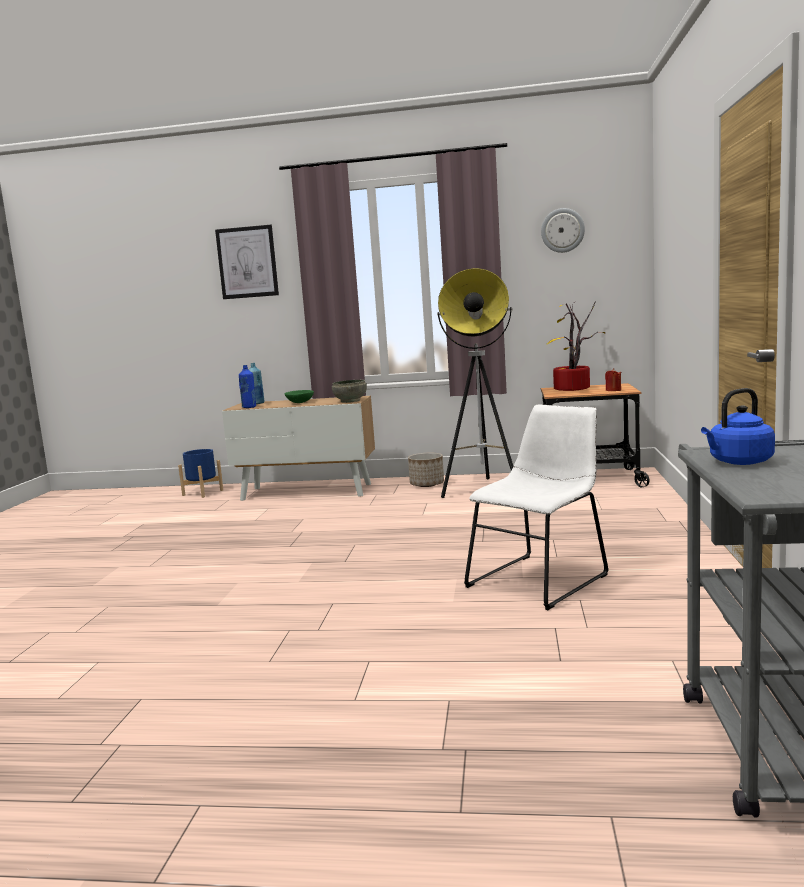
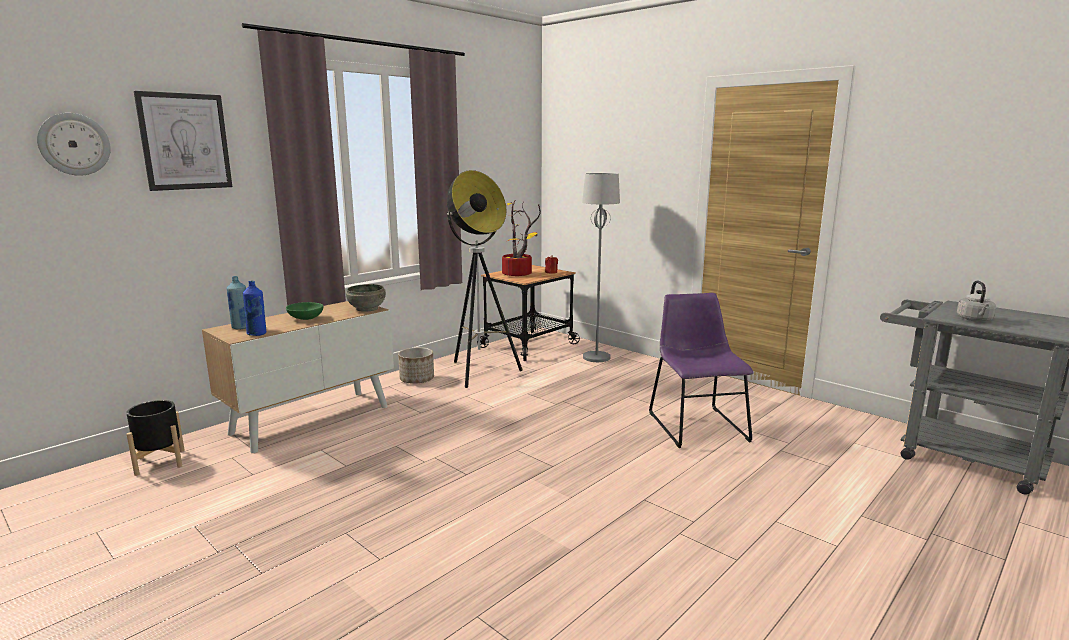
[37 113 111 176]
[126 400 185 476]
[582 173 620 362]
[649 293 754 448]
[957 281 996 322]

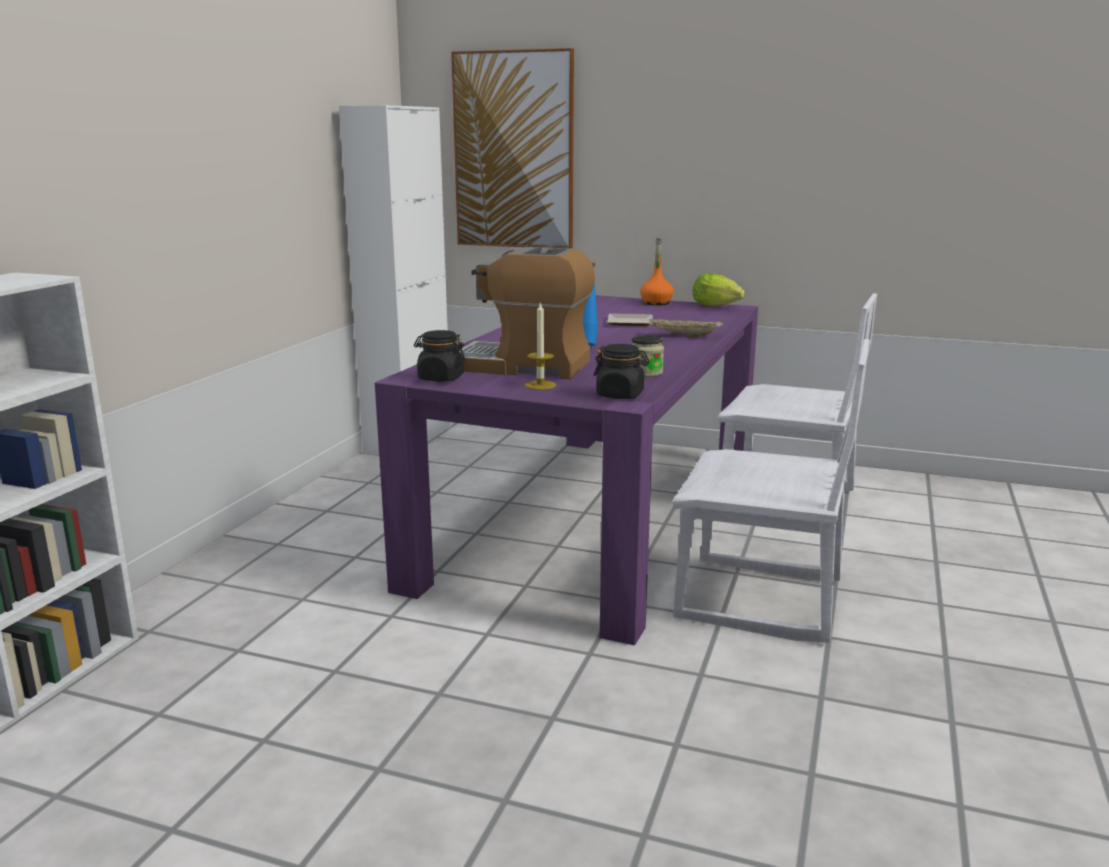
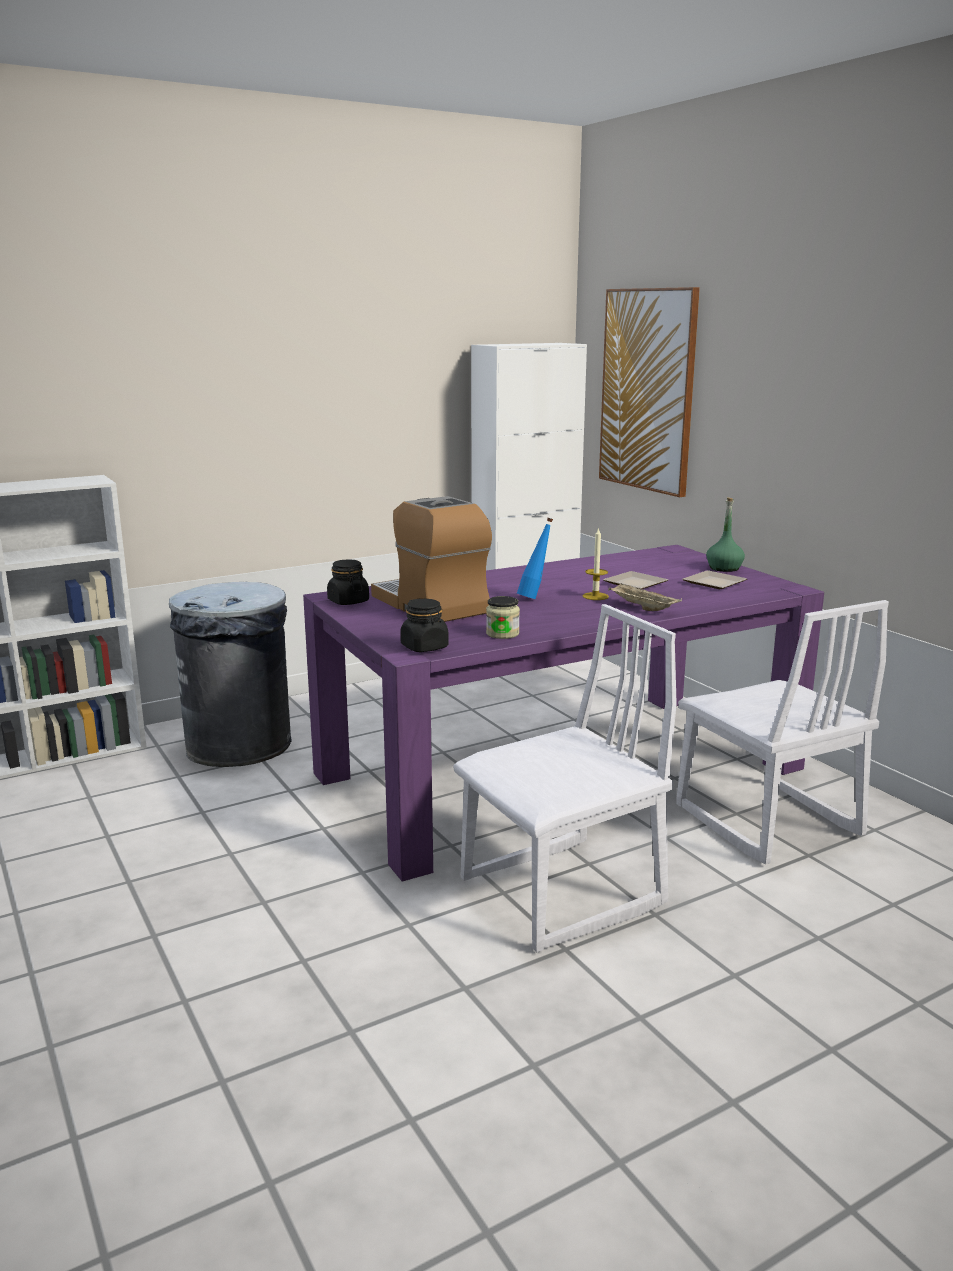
[169 582 292 767]
[453 604 677 952]
[583 527 609 600]
[682 570 747 589]
[706 498 745 572]
[693 273 745 307] (first image)

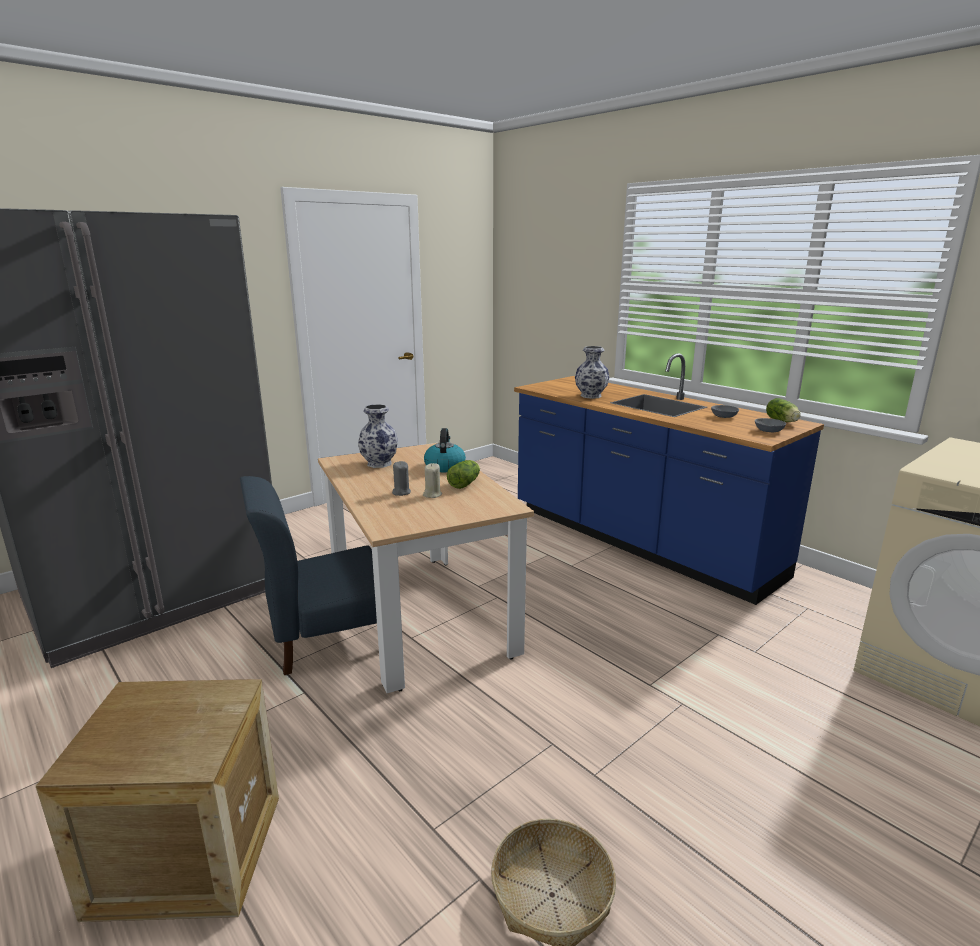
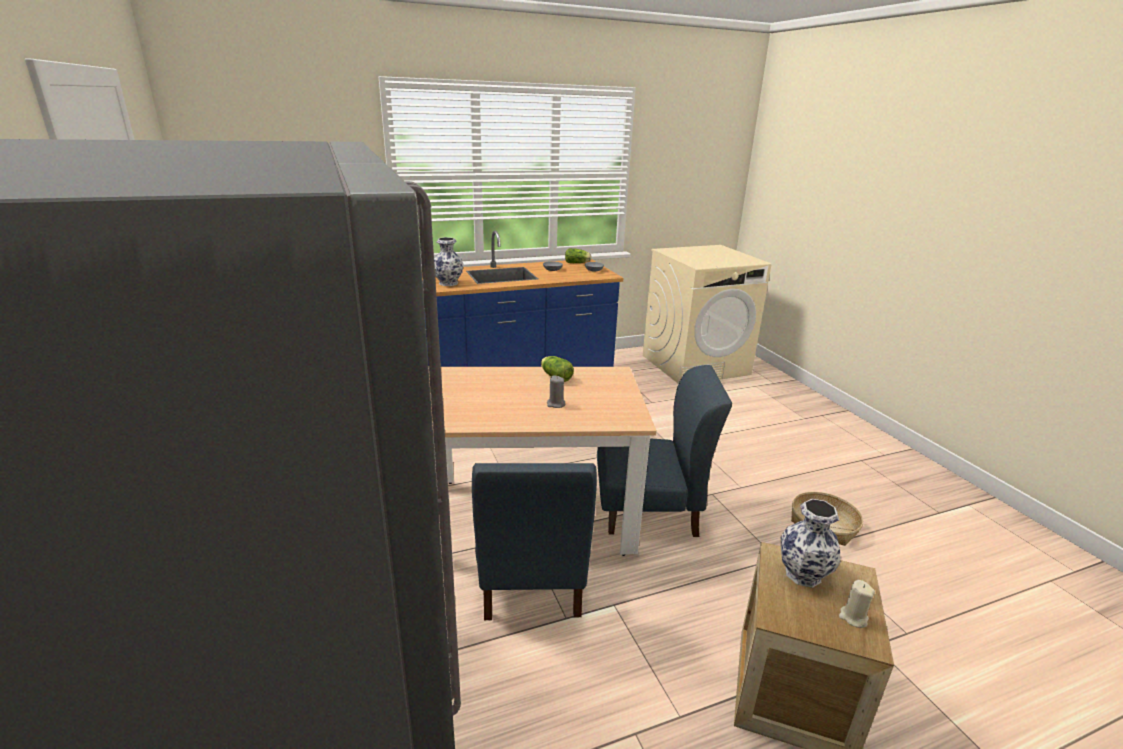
[597 365 732 537]
[781 499 841 588]
[839 580 875 628]
[424 428 466 472] (first image)

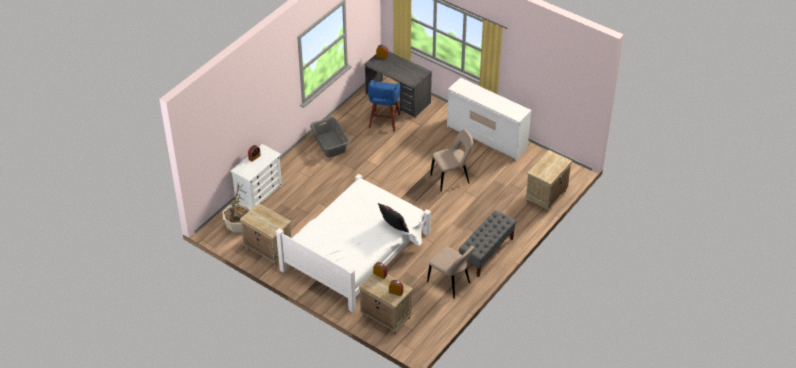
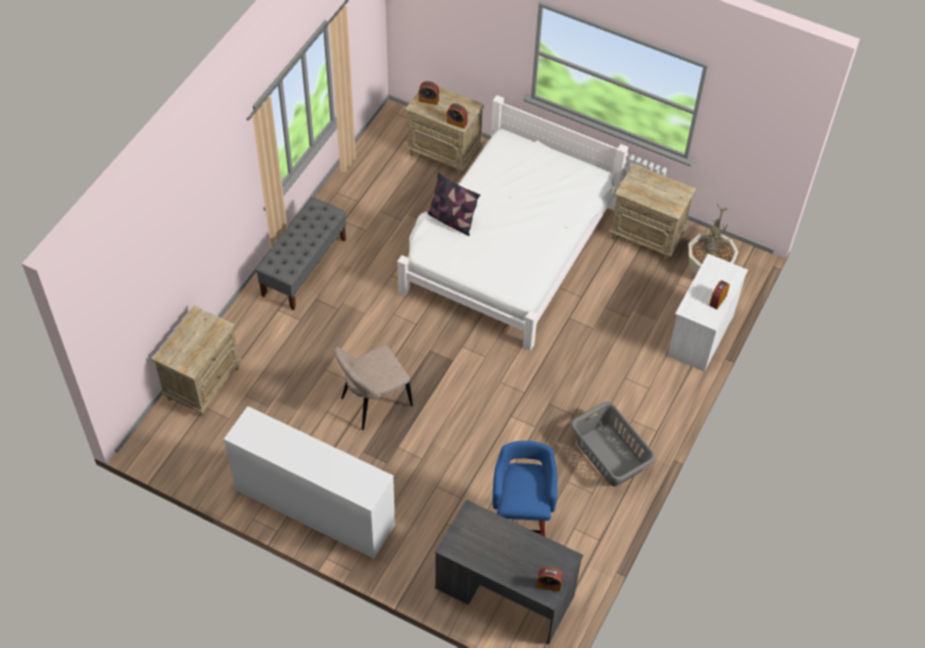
[427 246 474 299] (first image)

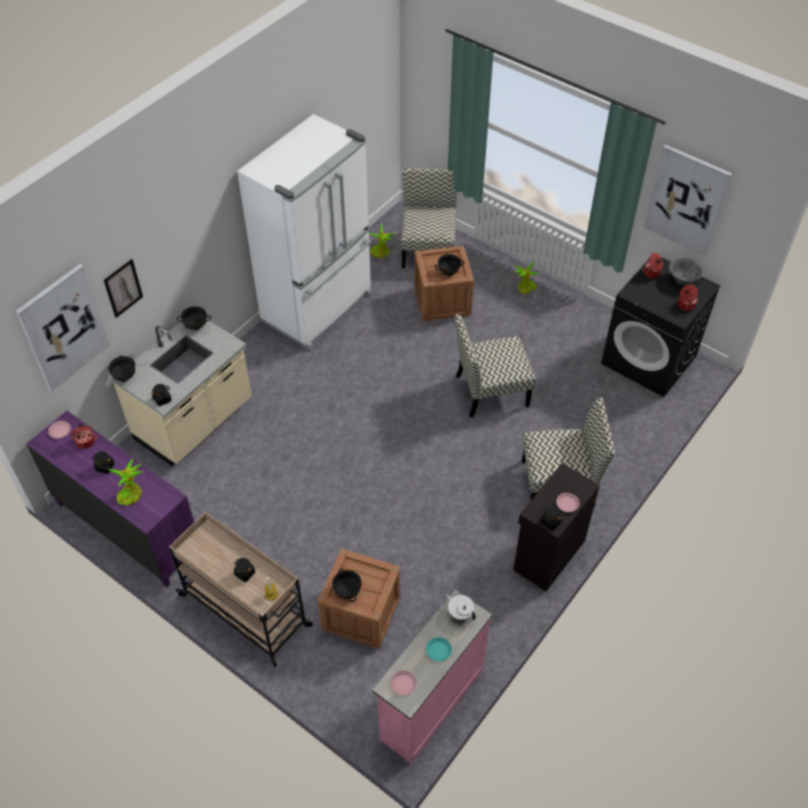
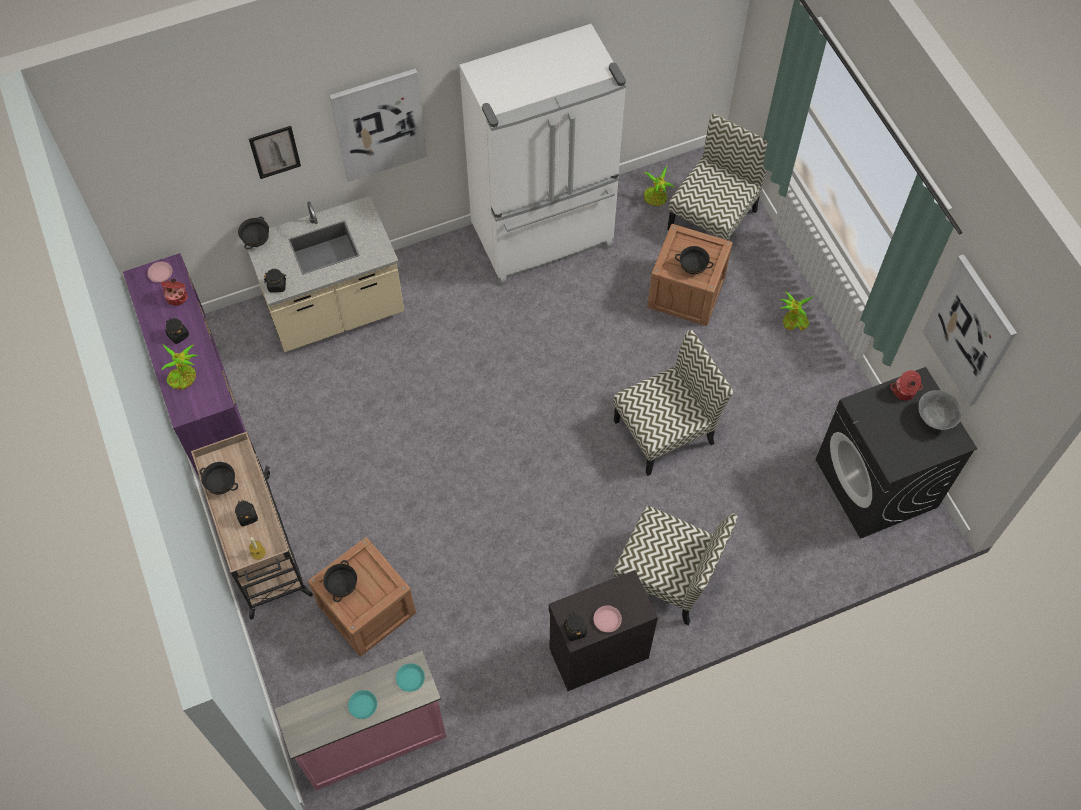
[200 462 238 494]
[329 68 427 182]
[396 663 425 692]
[613 330 734 476]
[390 670 417 695] (first image)
[678 284 698 311] (first image)

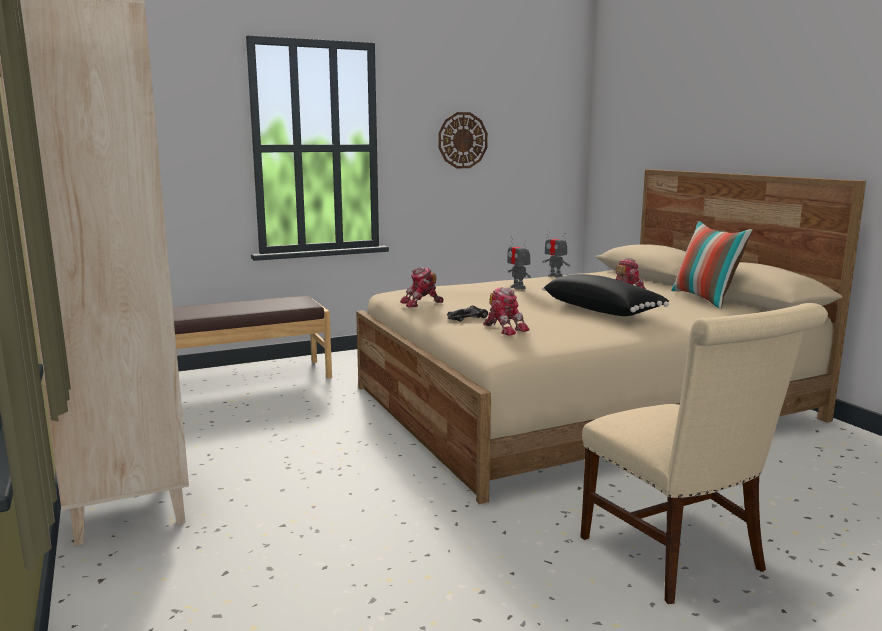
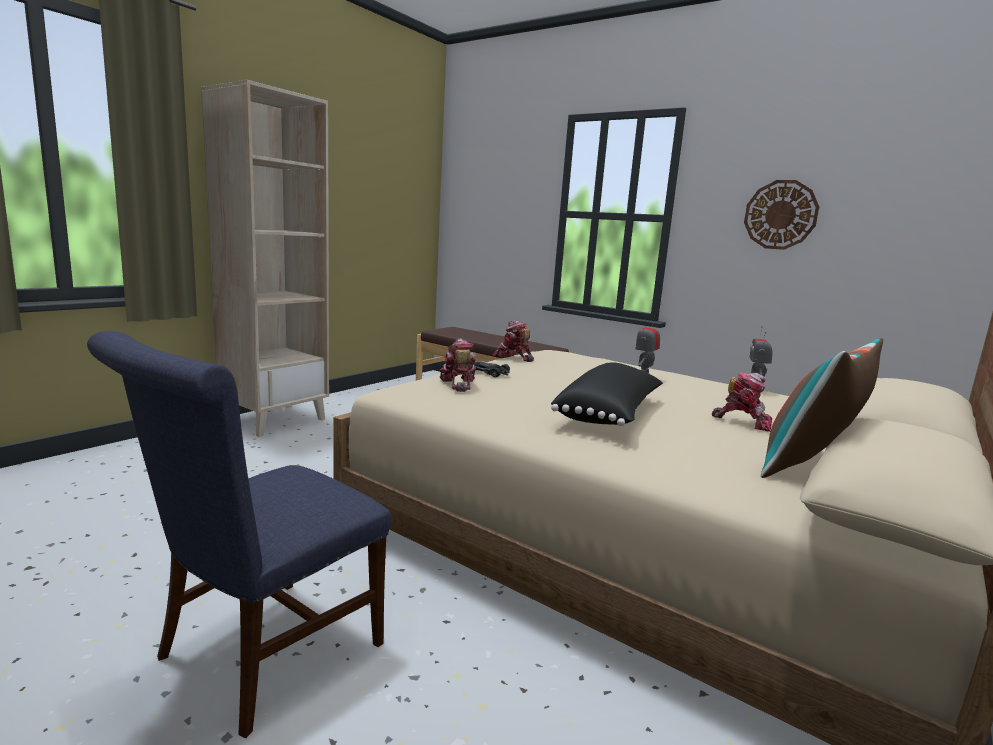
[87 331 391 738]
[440 338 477 392]

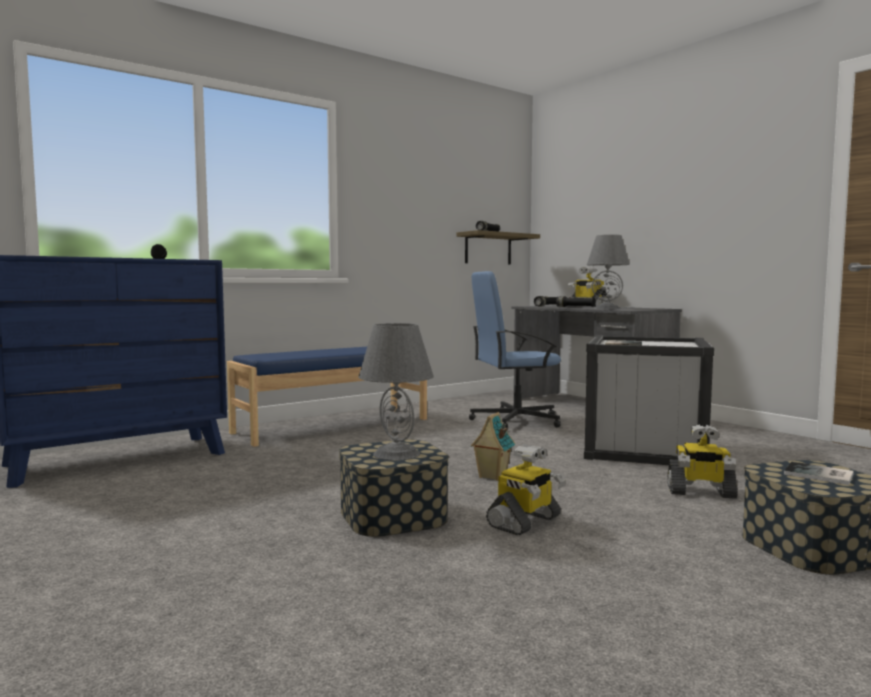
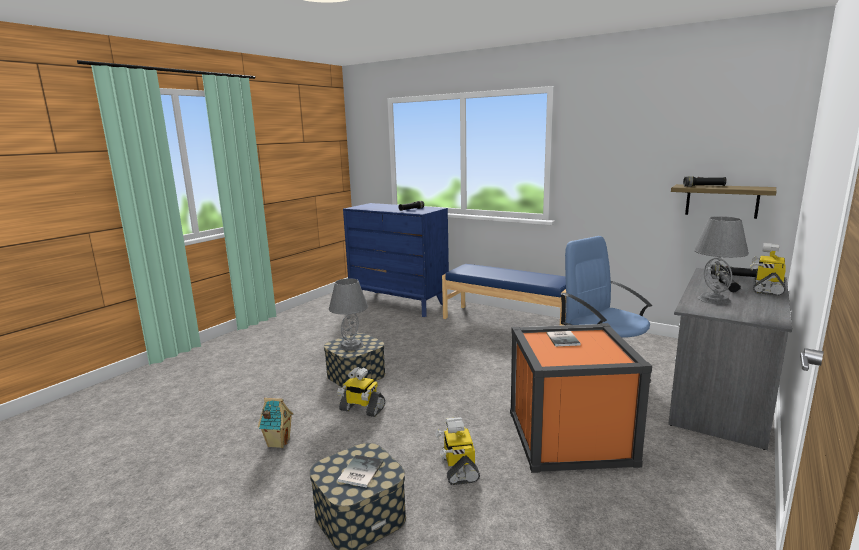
[258 398 293 448]
[510 323 652 473]

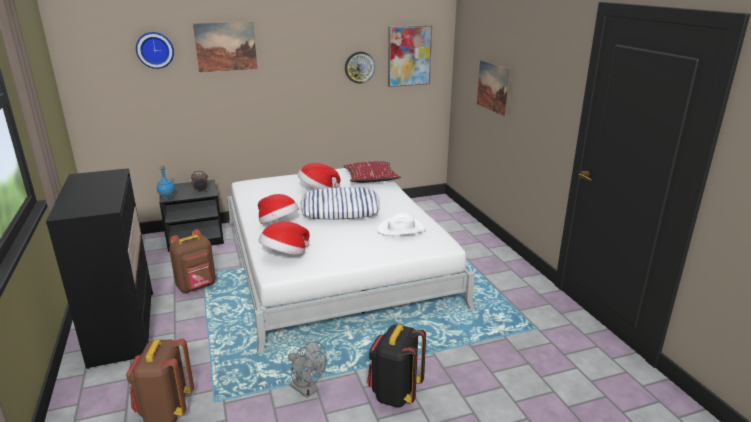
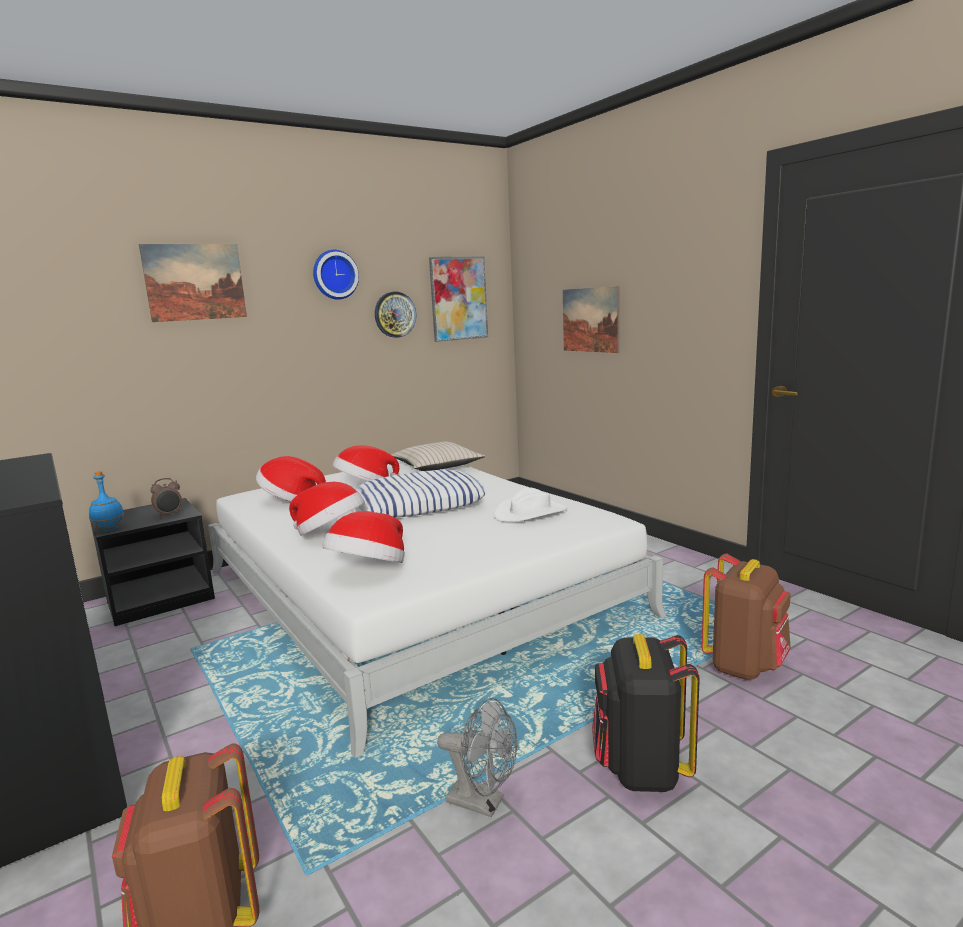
[256 456 326 501]
[313 250 359 300]
[391 442 485 471]
[702 554 791 680]

